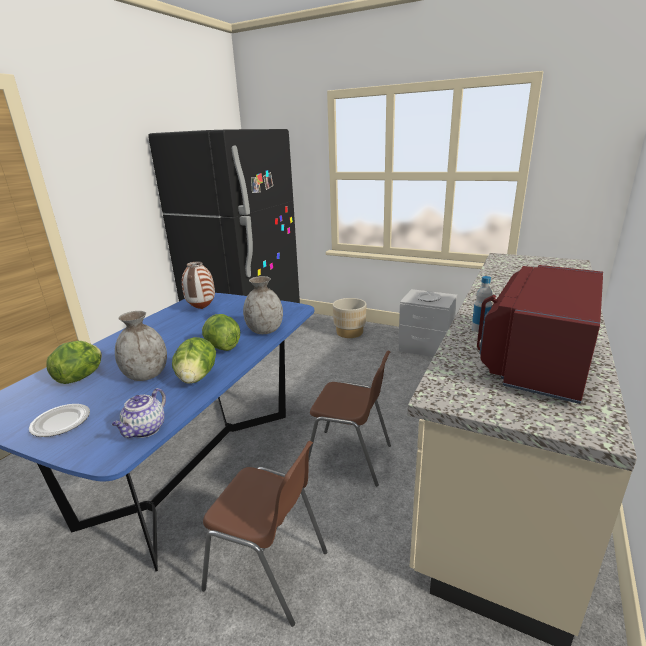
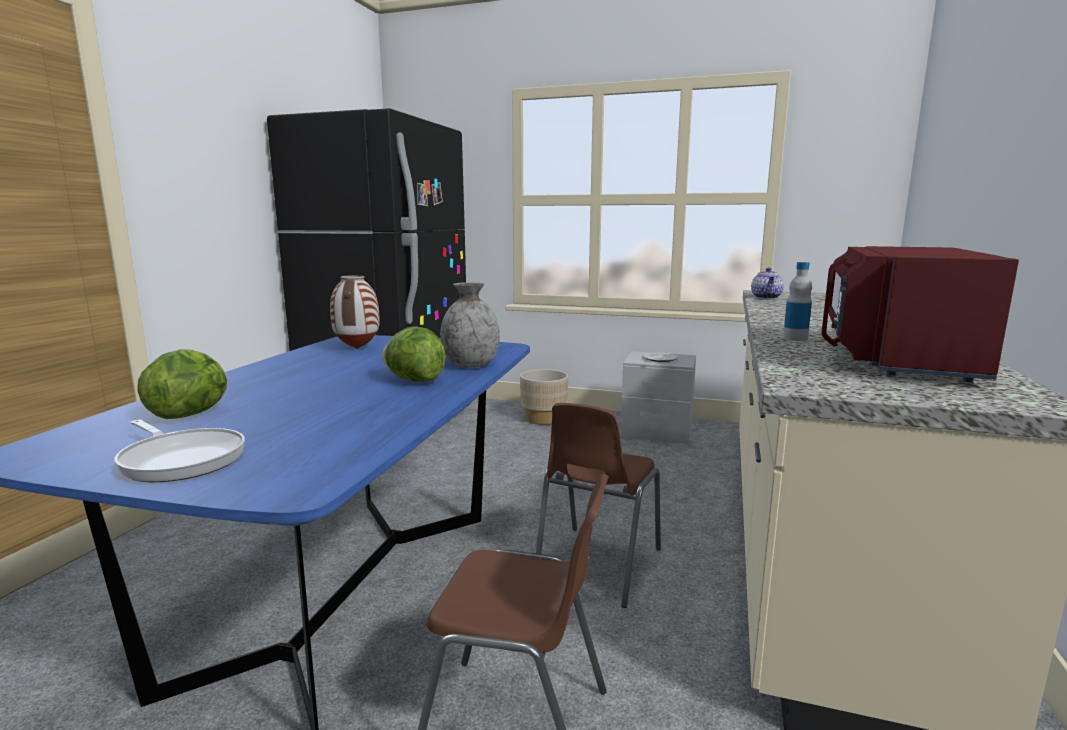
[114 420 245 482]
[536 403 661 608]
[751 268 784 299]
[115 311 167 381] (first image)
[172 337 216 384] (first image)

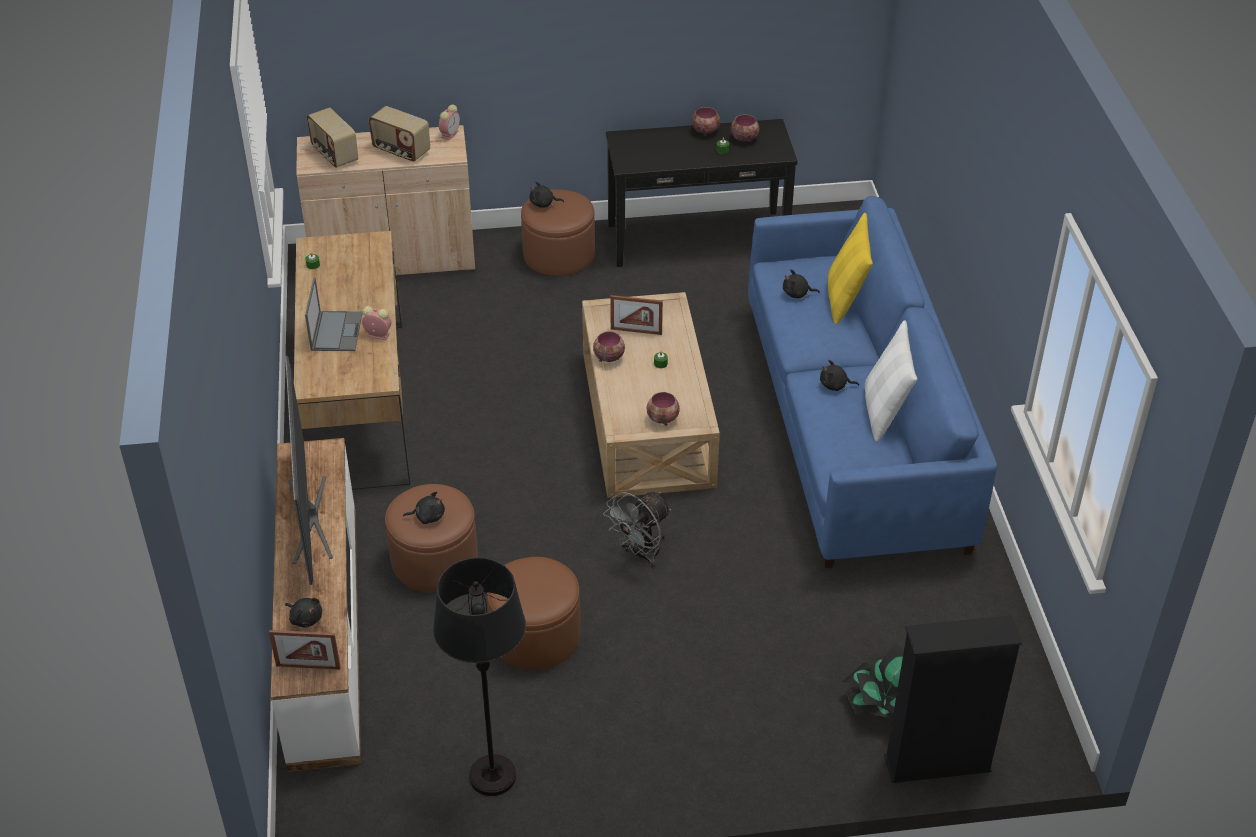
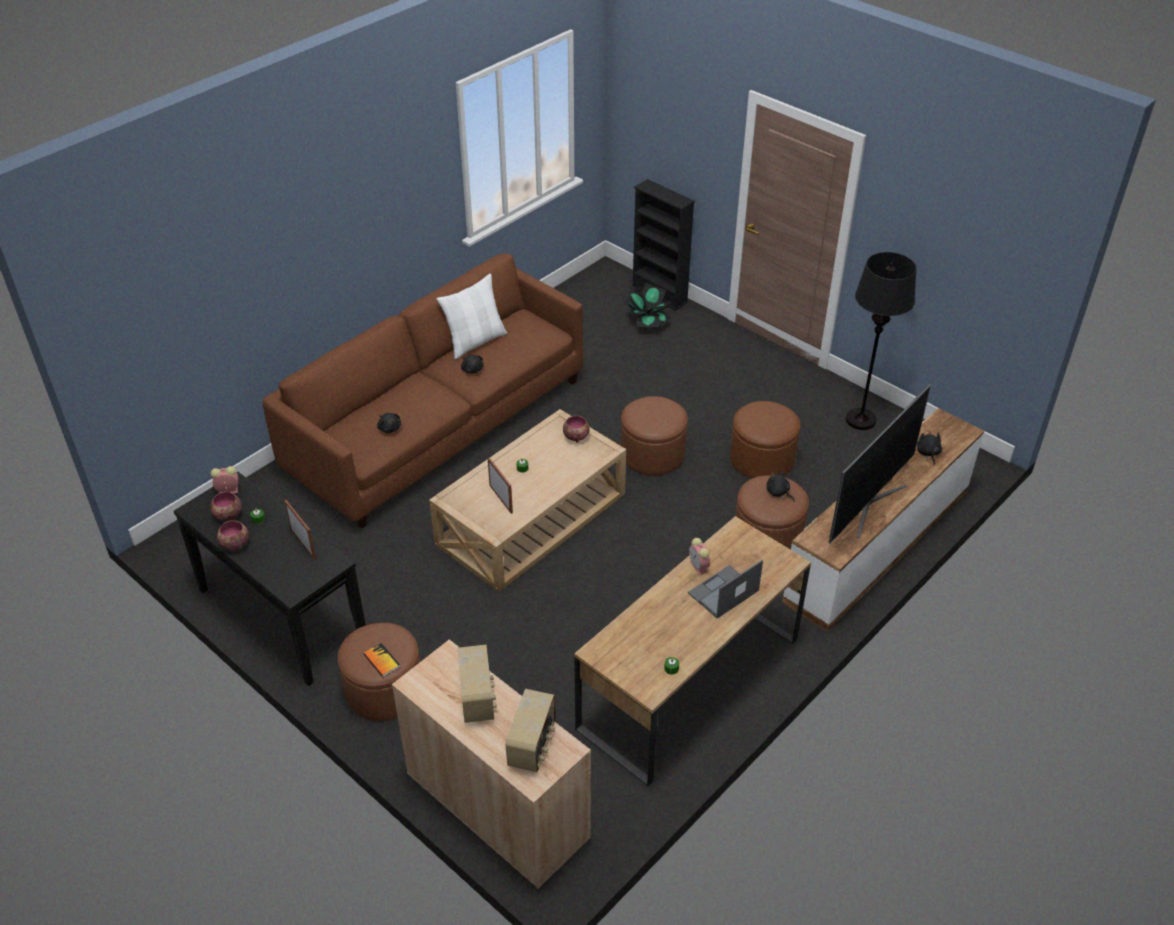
[210 466 238 494]
[263 254 583 529]
[284 500 316 560]
[364 643 400 677]
[621 396 688 476]
[593 331 625 362] (first image)
[828 213 873 324] (first image)

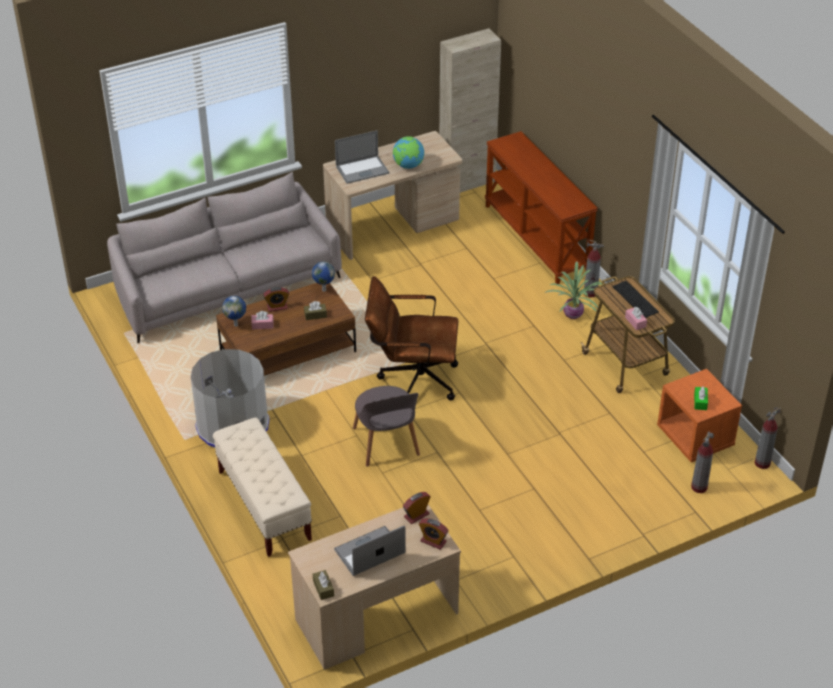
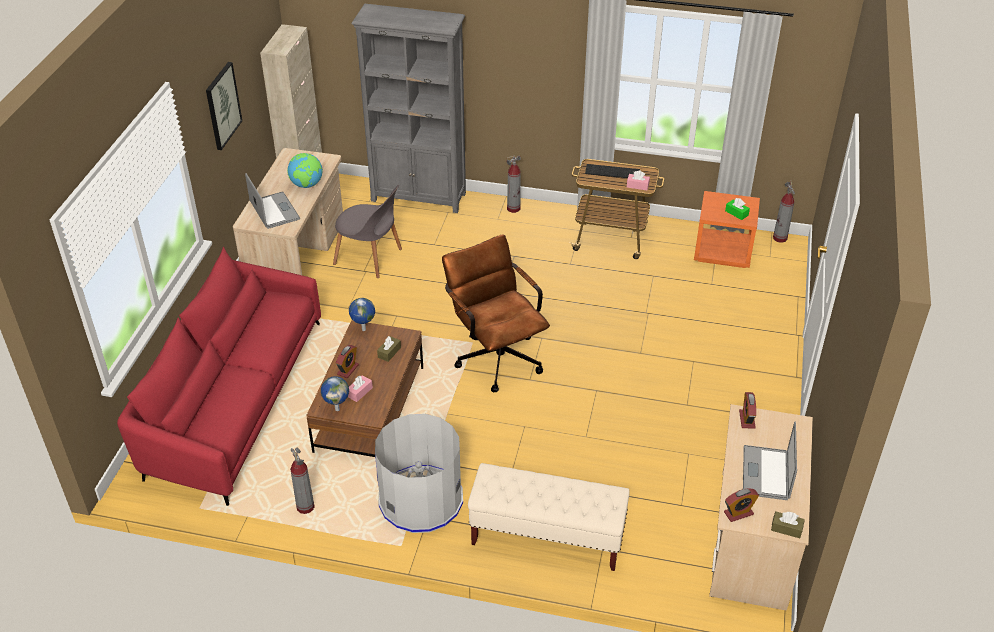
[117 247 321 506]
[206 62 242 150]
[245 173 300 229]
[290 447 315 514]
[333 185 402 278]
[351 4 466 213]
[442 234 550 392]
[724 488 759 522]
[544 261 602 319] (first image)

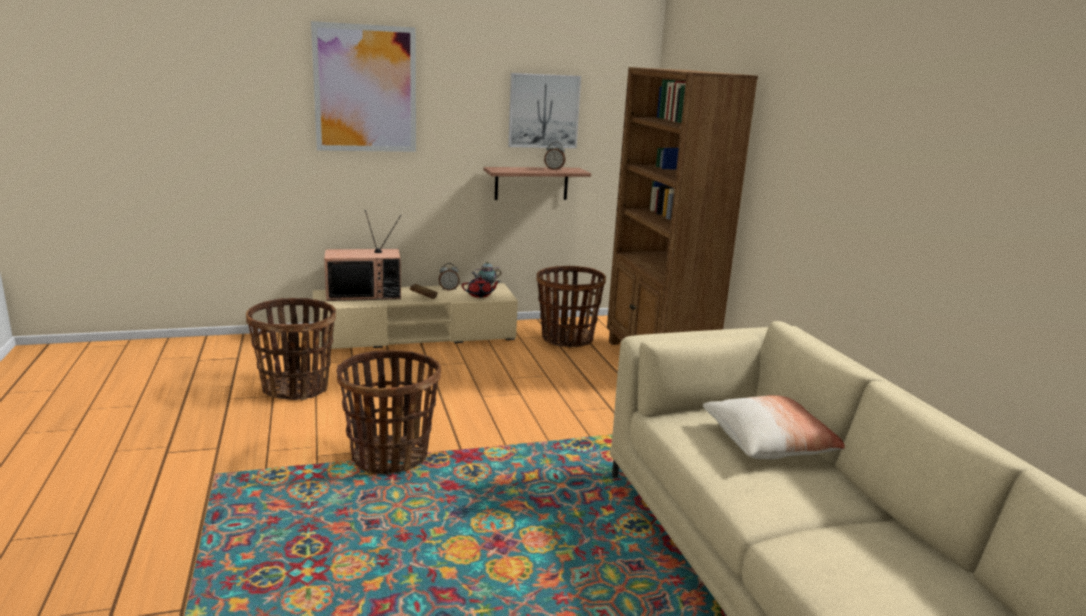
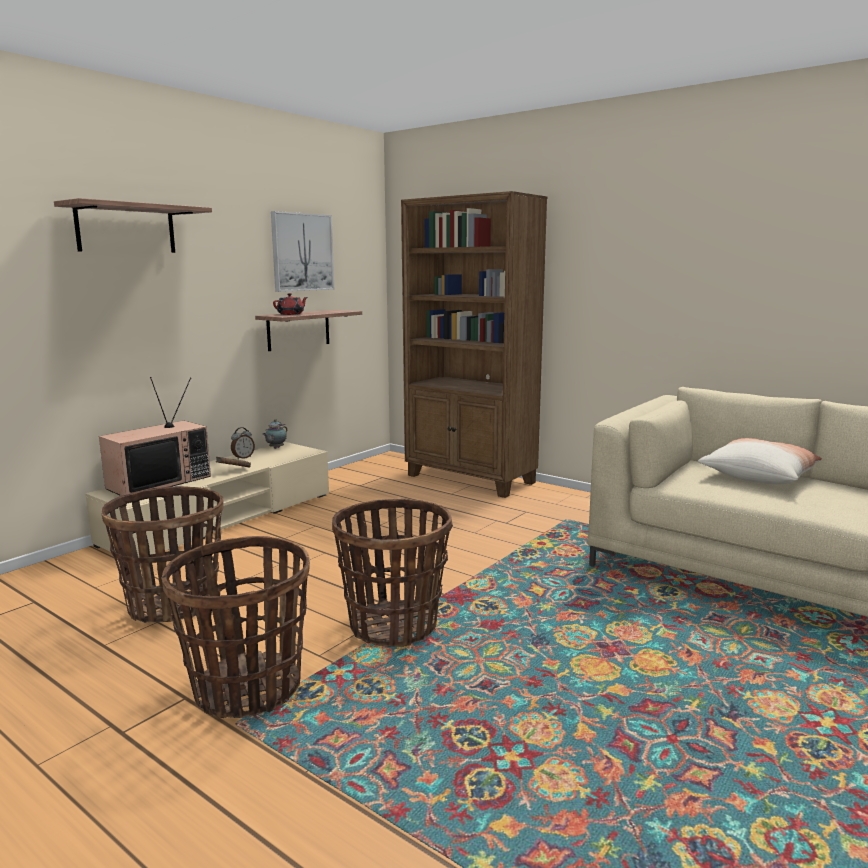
[54 198 212 253]
[162 536 310 718]
[273 293 308 315]
[544 142 566 170] (first image)

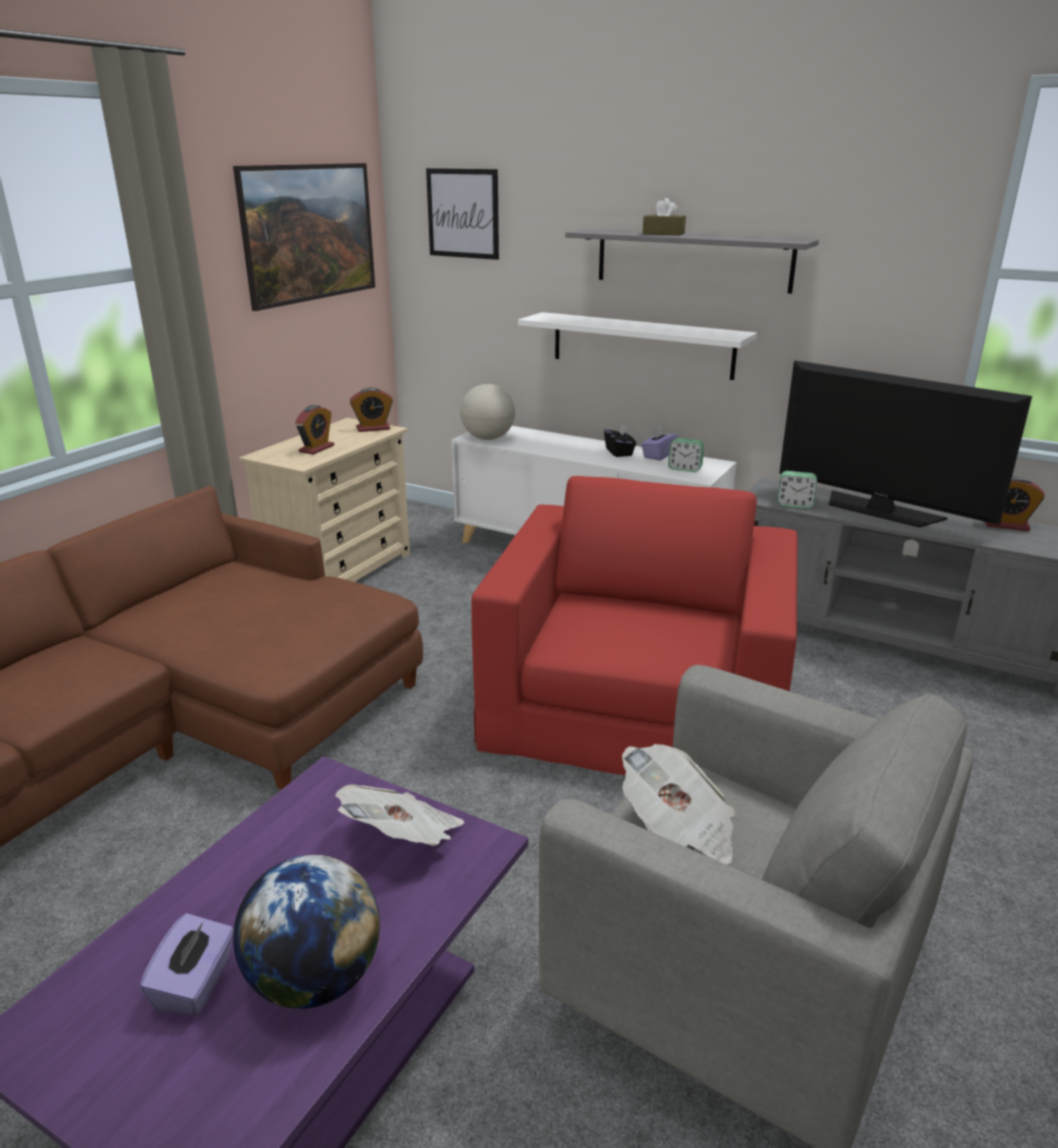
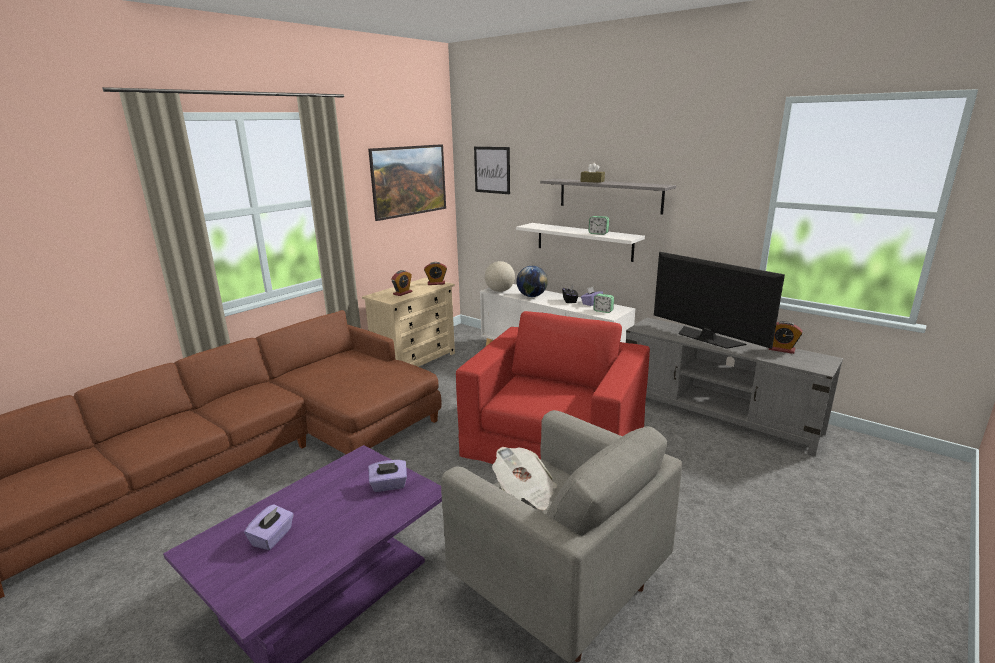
[368 460 407 492]
[516 266 548 297]
[589 216 609 235]

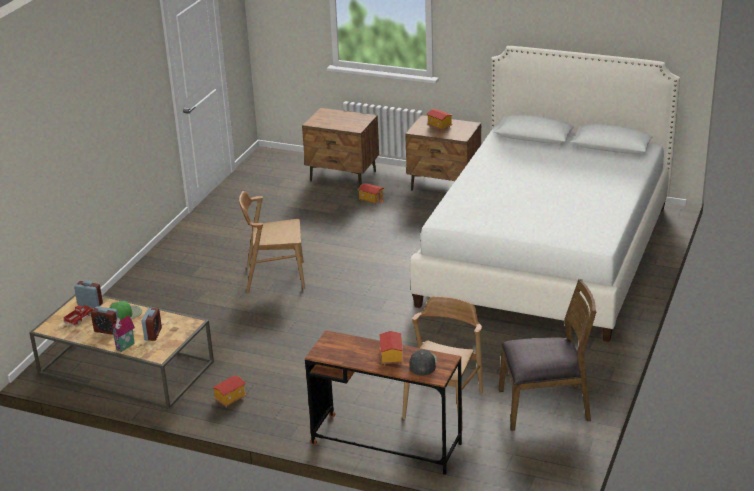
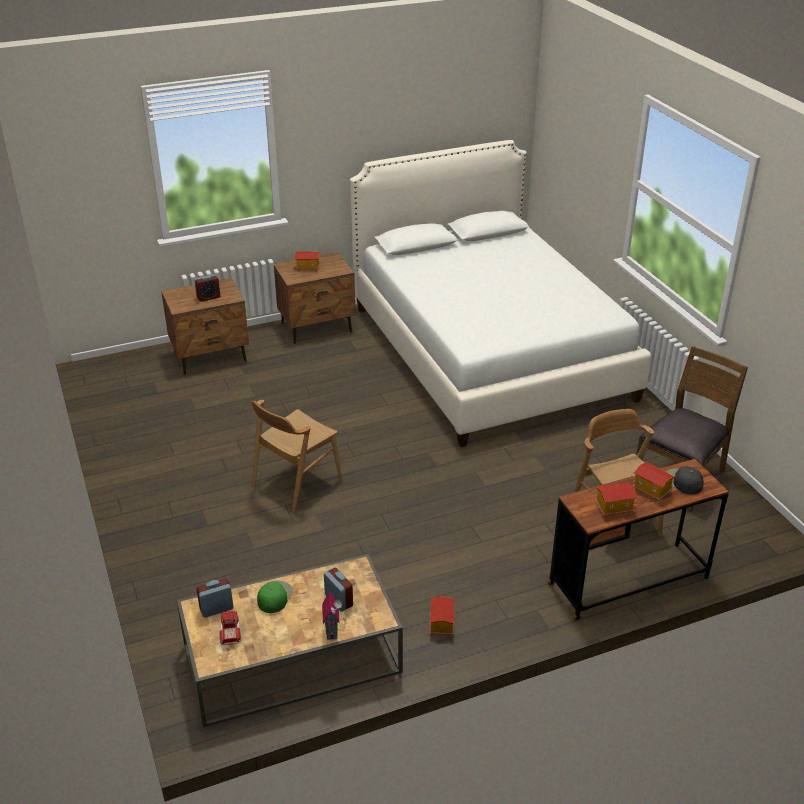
[194 274 220 302]
[595 483 638 516]

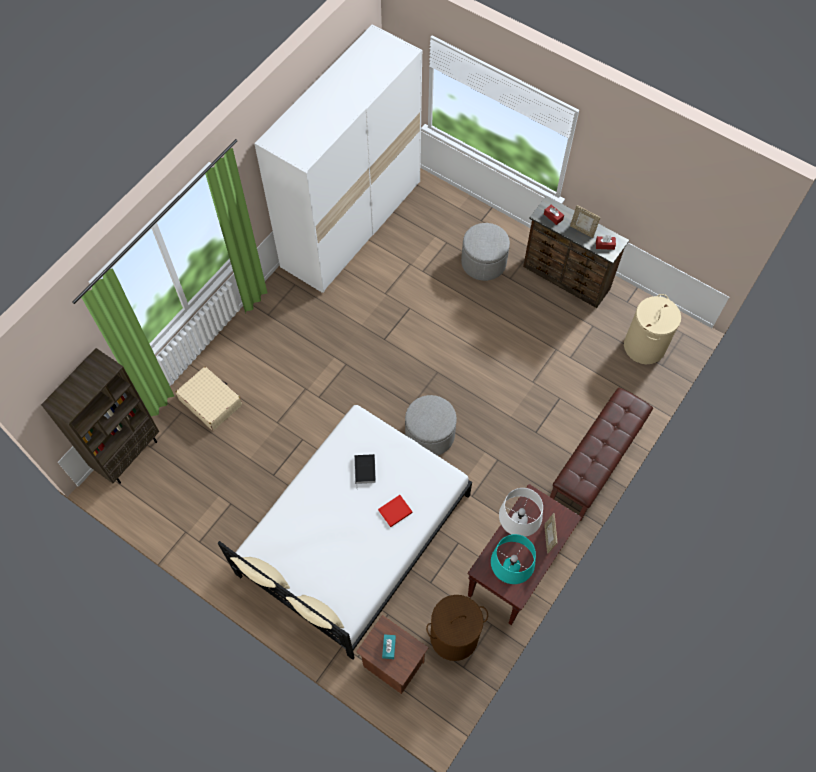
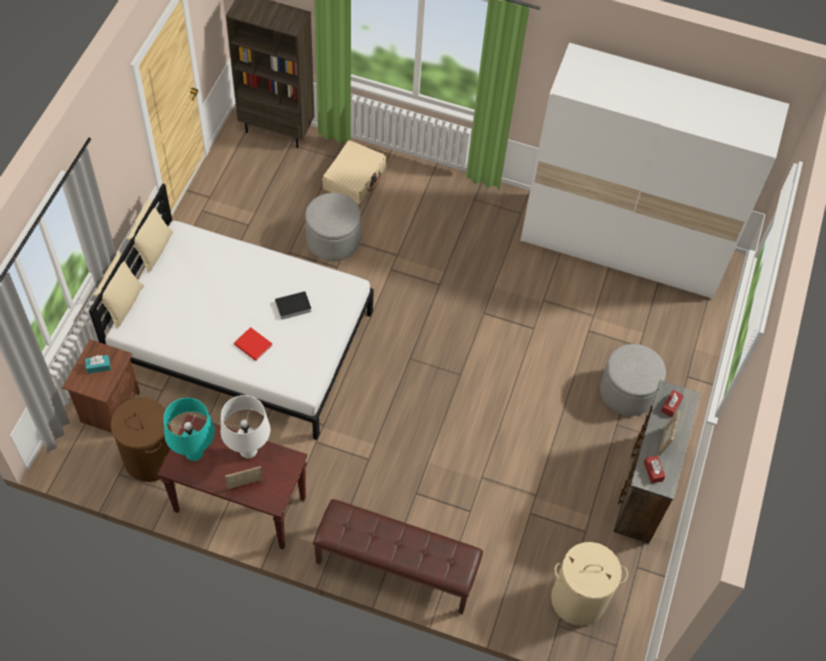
[305 193 361 261]

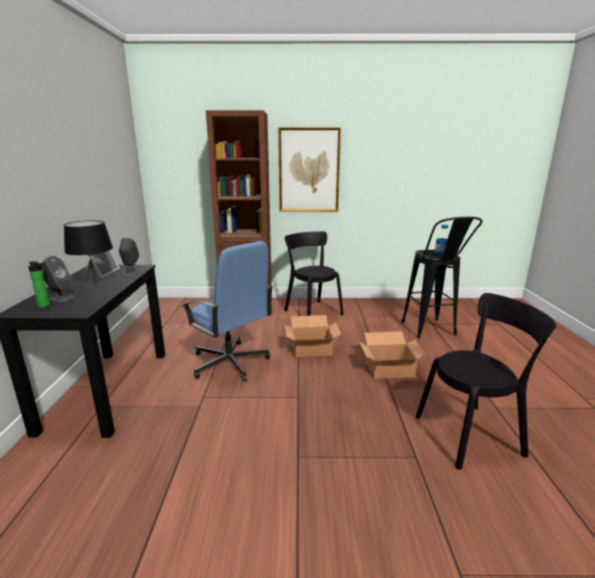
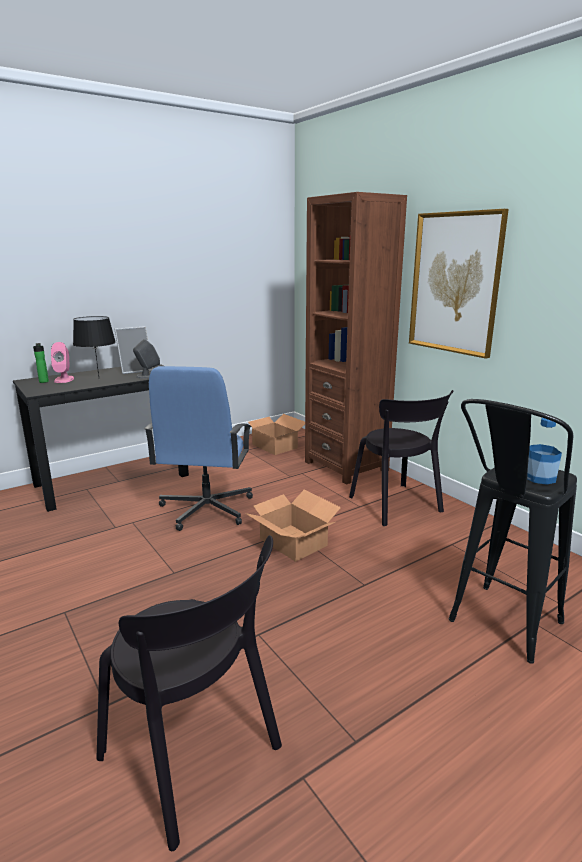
[51 342 74 383]
[248 414 305 455]
[349 390 454 526]

